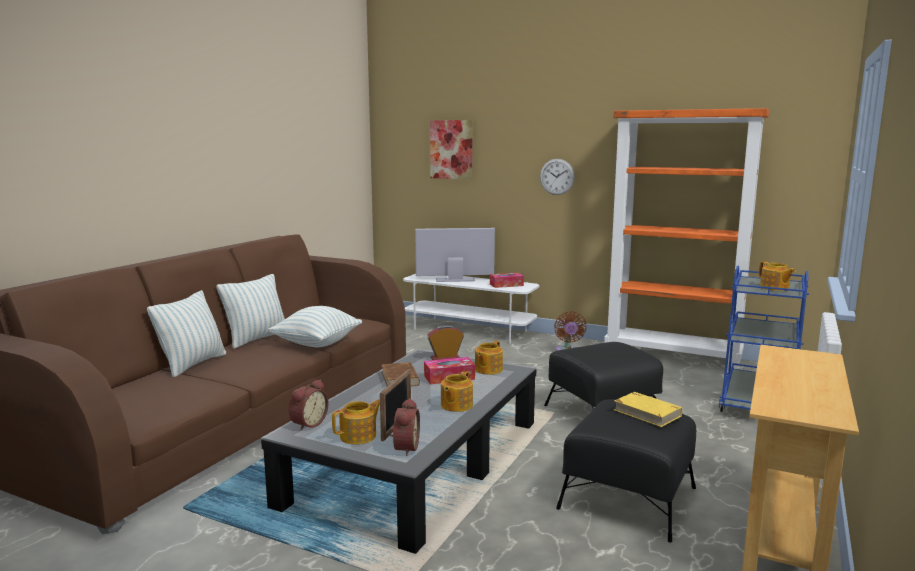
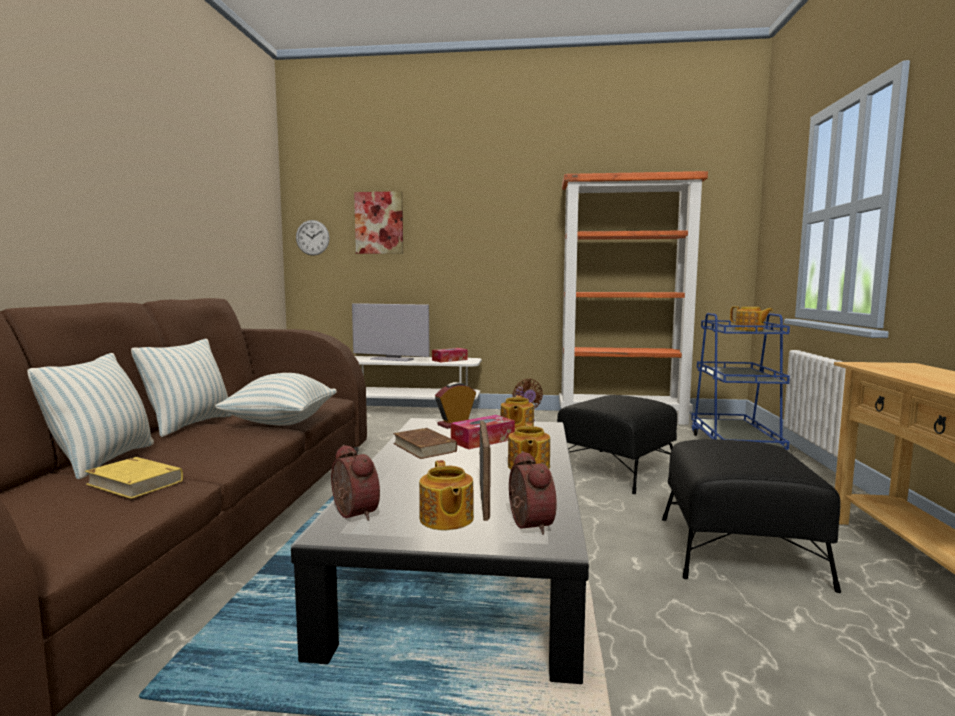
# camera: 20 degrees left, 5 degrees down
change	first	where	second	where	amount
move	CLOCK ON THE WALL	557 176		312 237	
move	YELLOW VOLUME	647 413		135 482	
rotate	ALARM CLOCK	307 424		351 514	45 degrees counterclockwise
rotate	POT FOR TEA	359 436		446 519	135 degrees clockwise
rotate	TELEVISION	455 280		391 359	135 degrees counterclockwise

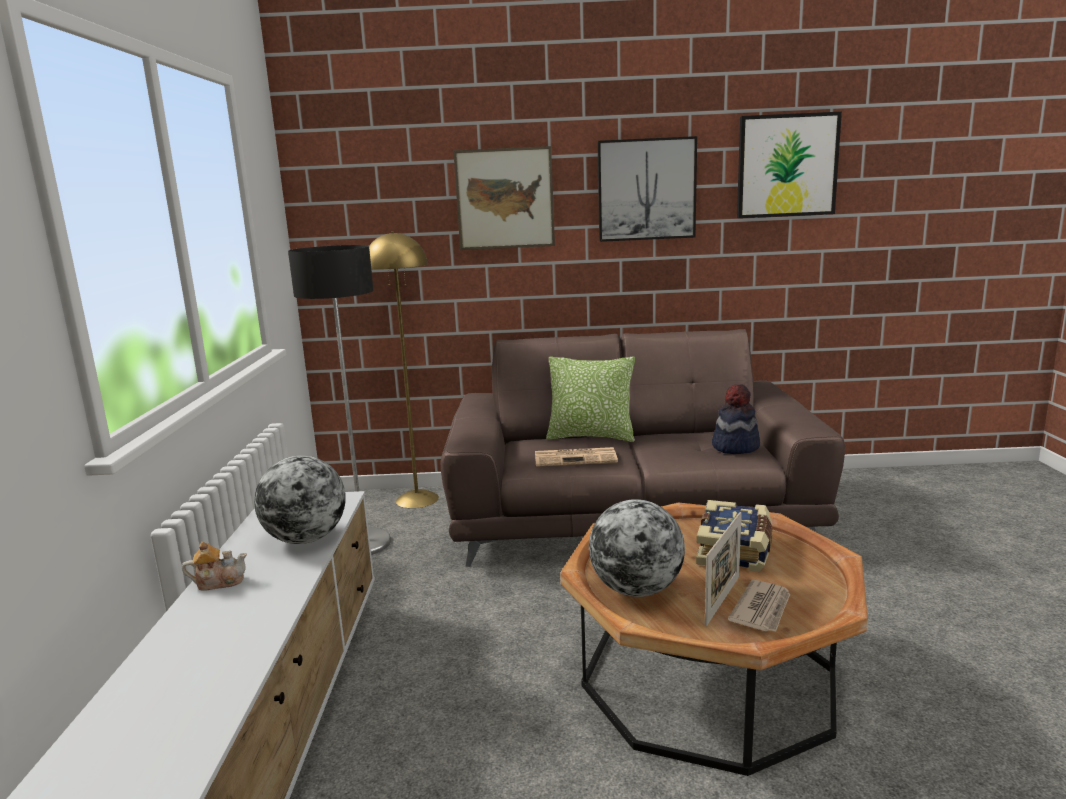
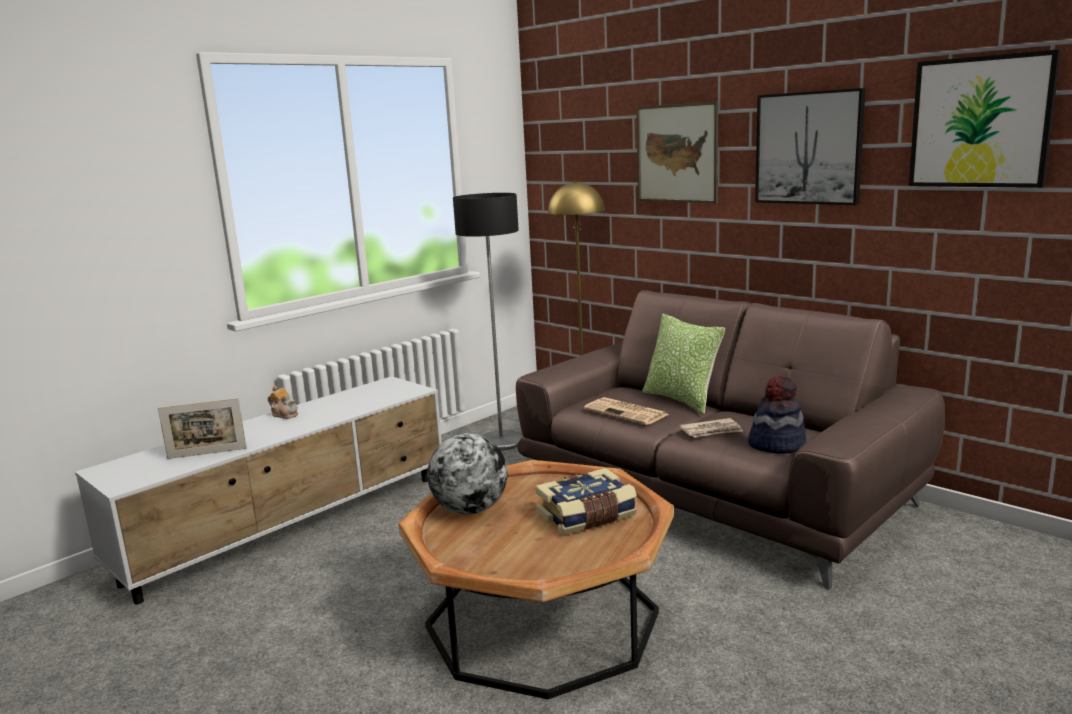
# camera: 45 degrees right, 0 degrees up
change	first	where	second	where	amount
delete	GLOBE	306 539			
move	PHOTO FRAME	722 600		207 453	
move	DAILY PAPER	762 609		711 431	

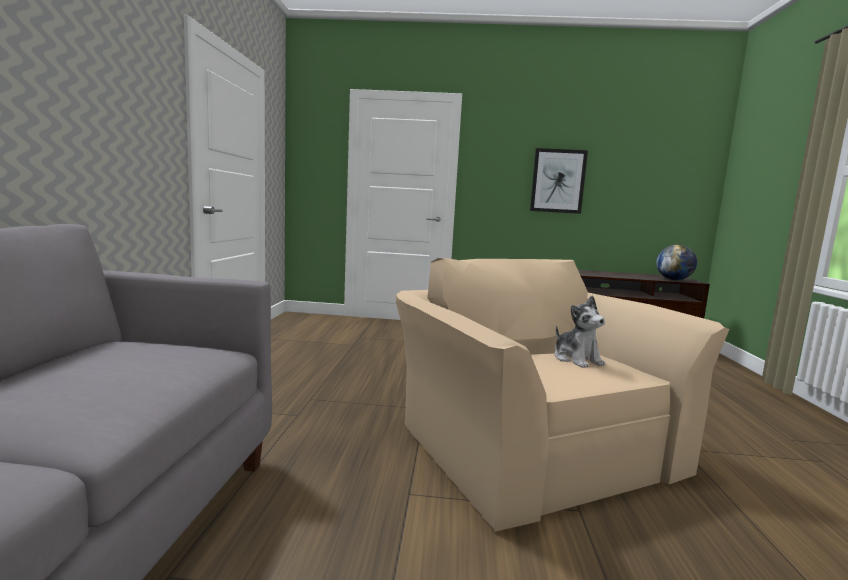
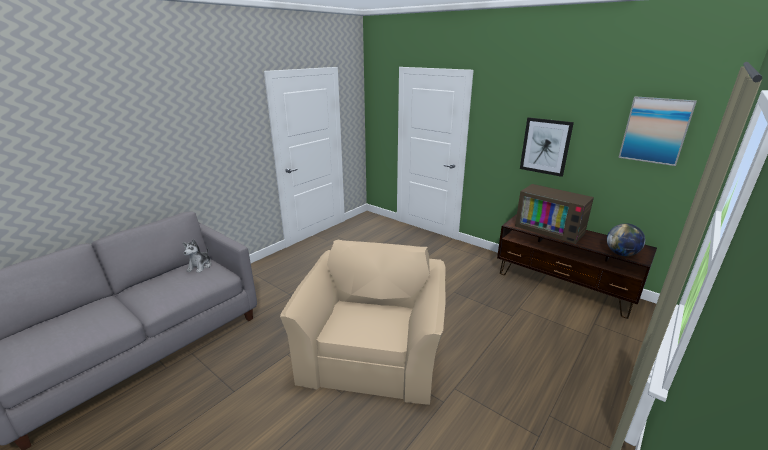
# camera: 35 degrees right, 15 degrees up
change	first	where	second	where	amount
insert			TELEVISION	550 229	
insert			WALL PICTURE	655 130	
move	PLUSH TOY	576 359		200 266	

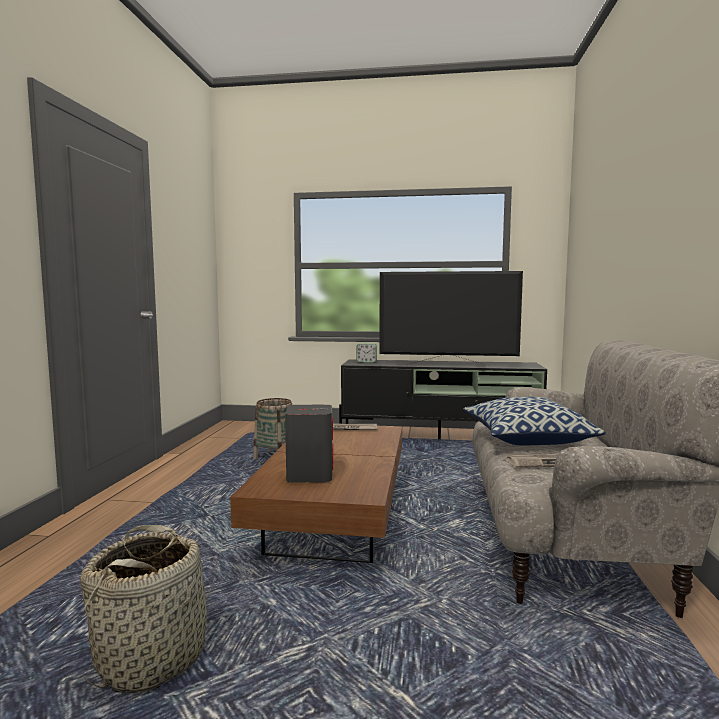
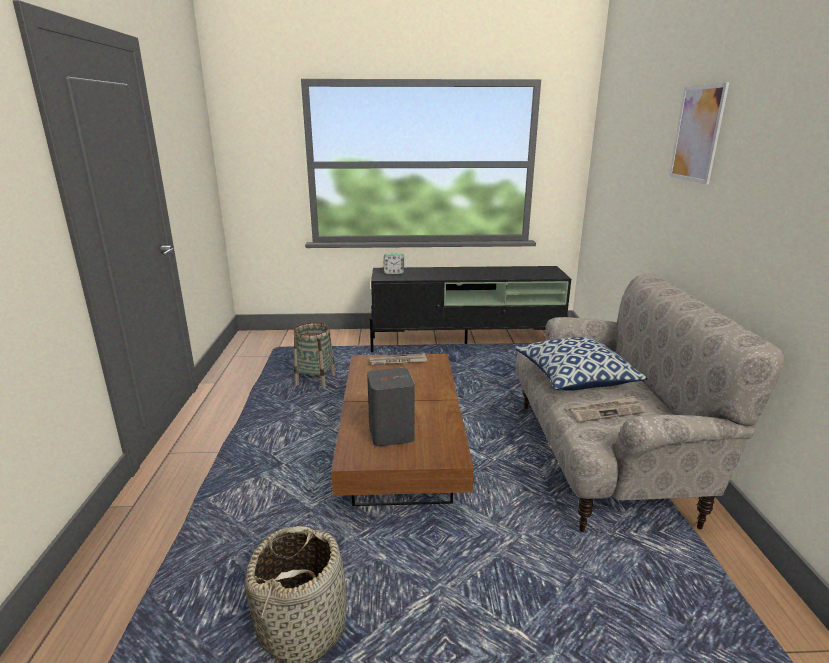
# camera: 10 degrees left, 15 degrees up
change	first	where	second	where	amount
delete	TELEVISION	447 365			
insert			WALL PICTURE	697 134	

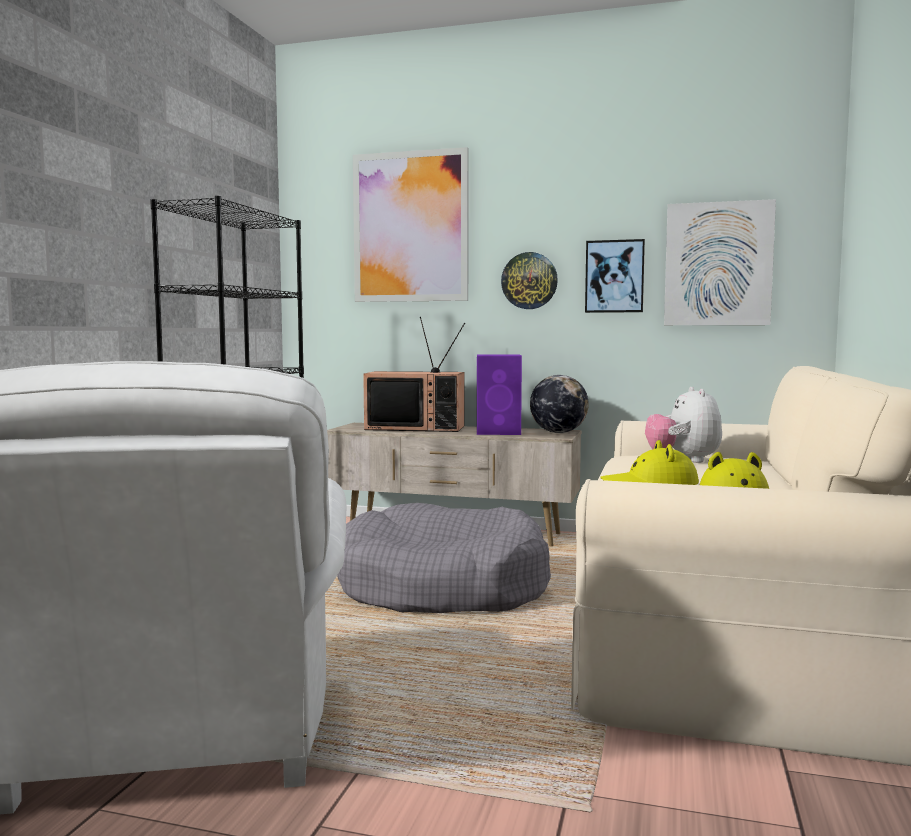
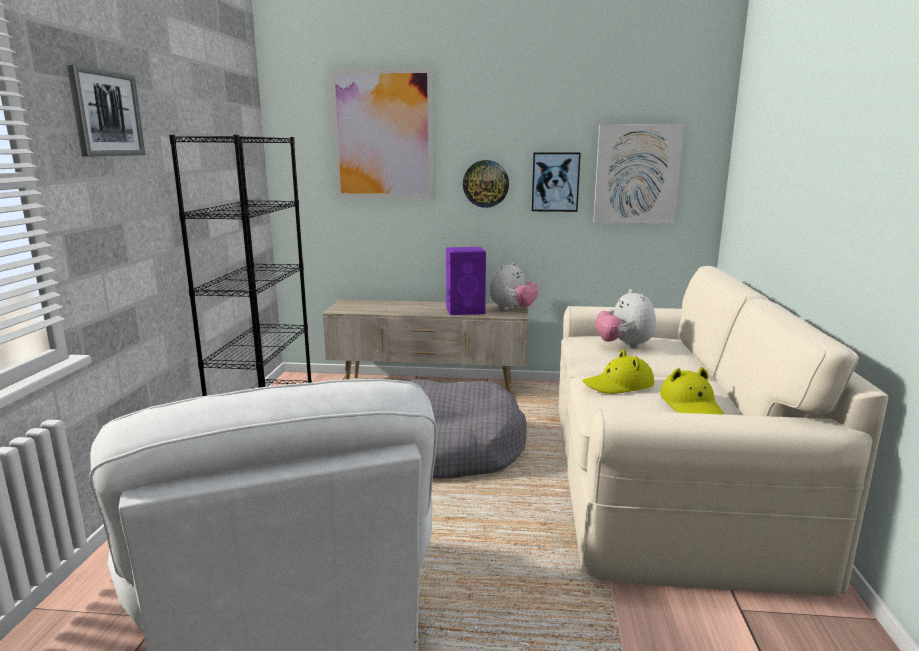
# camera: 10 degrees left, 10 degrees up
change	first	where	second	where	amount
delete	TELEVISION	417 428			
insert			WALL PICTURE	106 113	
replace	GLOBE	558 432	PLUSH TOY	512 309	

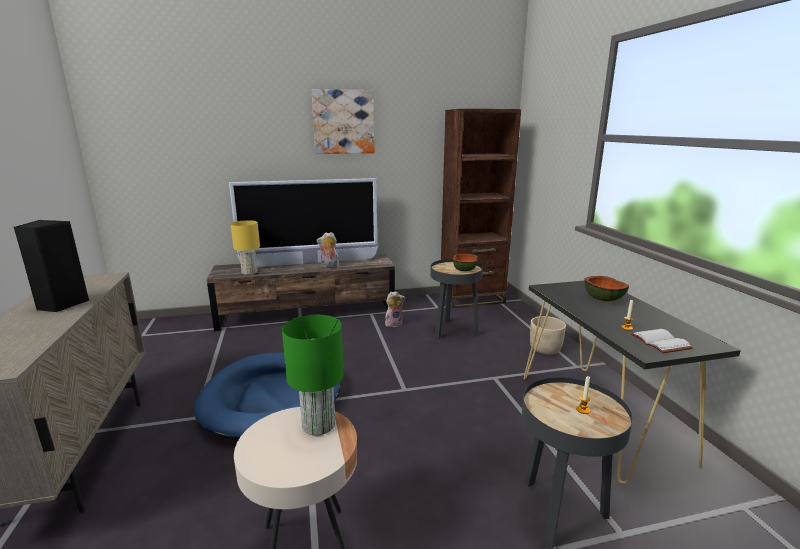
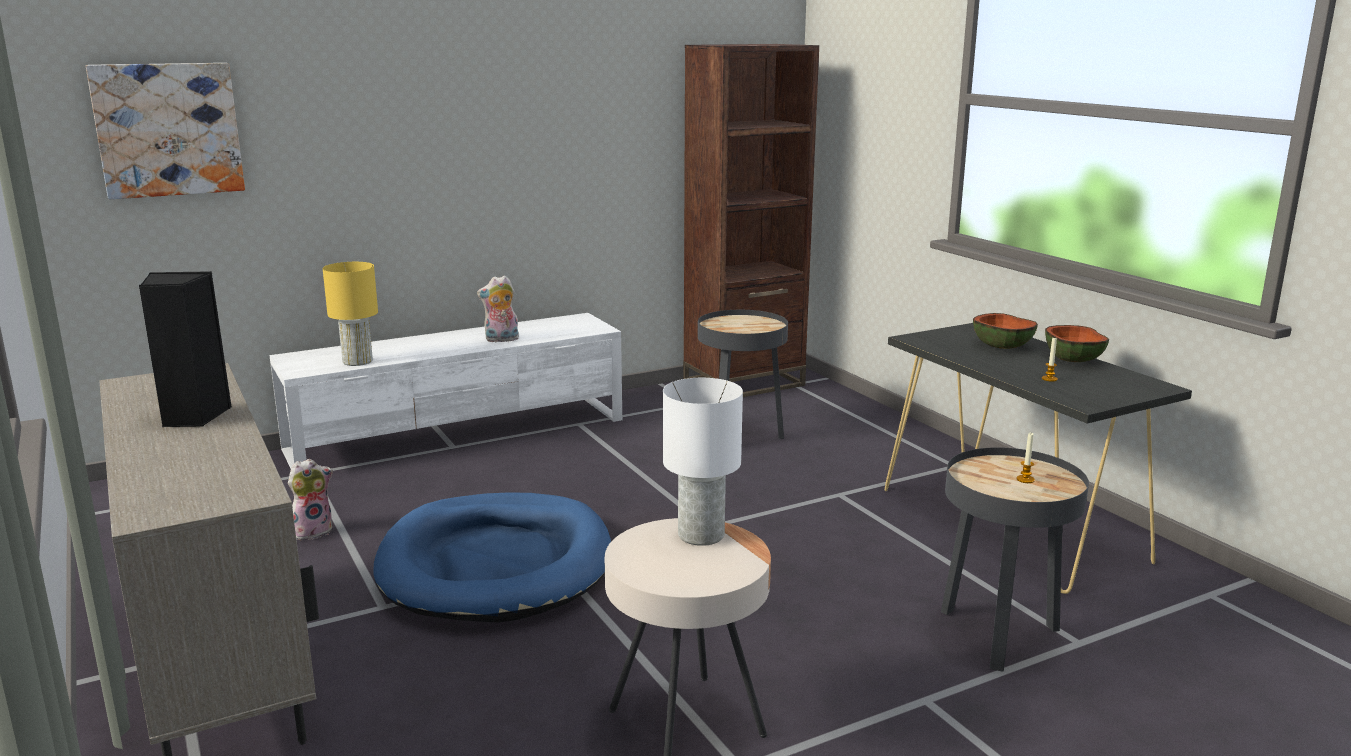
# camera: 15 degrees left, 0 degrees up
change	first	where	second	where	amount
delete	TELEVISION	310 263			
delete	SAND-COLOURED FLOWER POT	545 349			
delete	WHITE VOLUME	658 342			
move	WALL PICTURE	343 122		168 129	
move	PLUSH TOY	394 323		313 531	
move	SERVING BOWL	465 270		1074 359	
recolor	BROWN TV UNIT	308 313	WHITE TV UNIT	460 434	
recolor	GREENISH TABLE LAMP	319 425	WHITE TABLE LAMP	702 535	

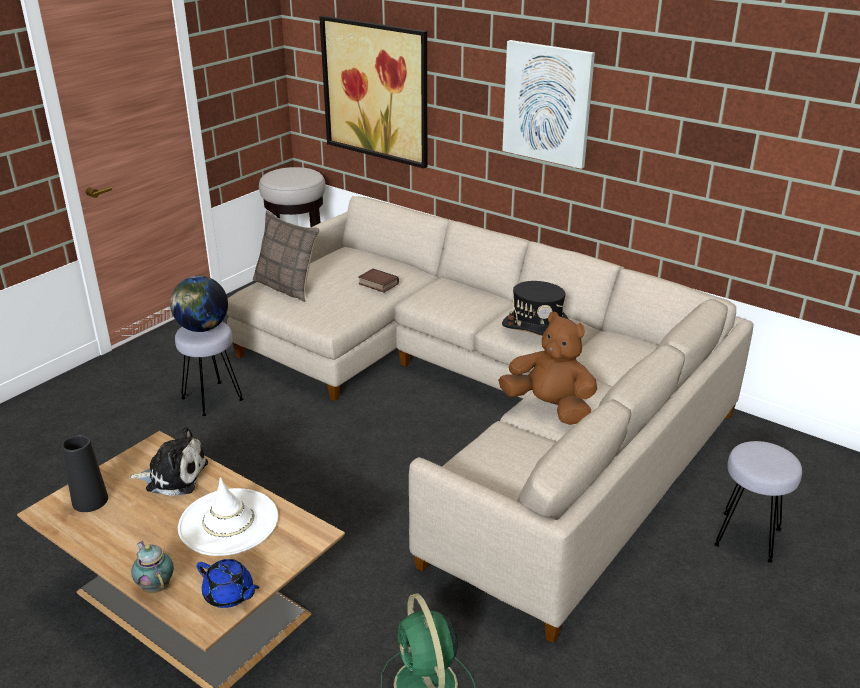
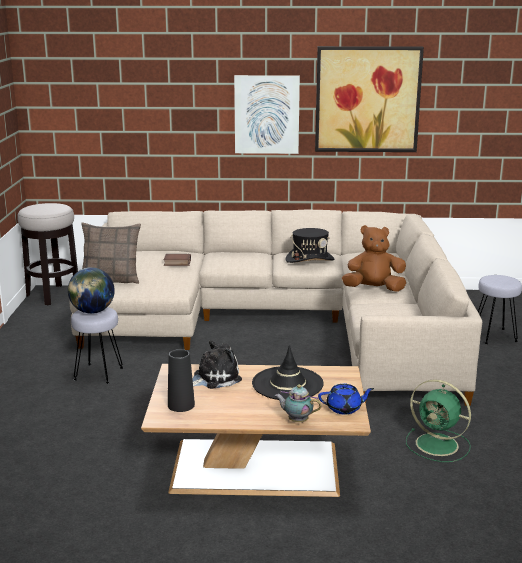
# camera: 35 degrees left, 10 degrees down
change	first	where	second	where	amount
move	WALL PICTURE	376 91		367 99	
recolor	WHITE HAT	228 522	BLACK HAT	287 384	

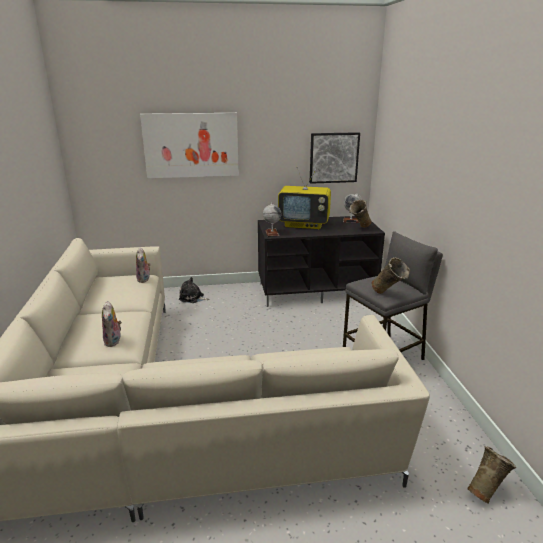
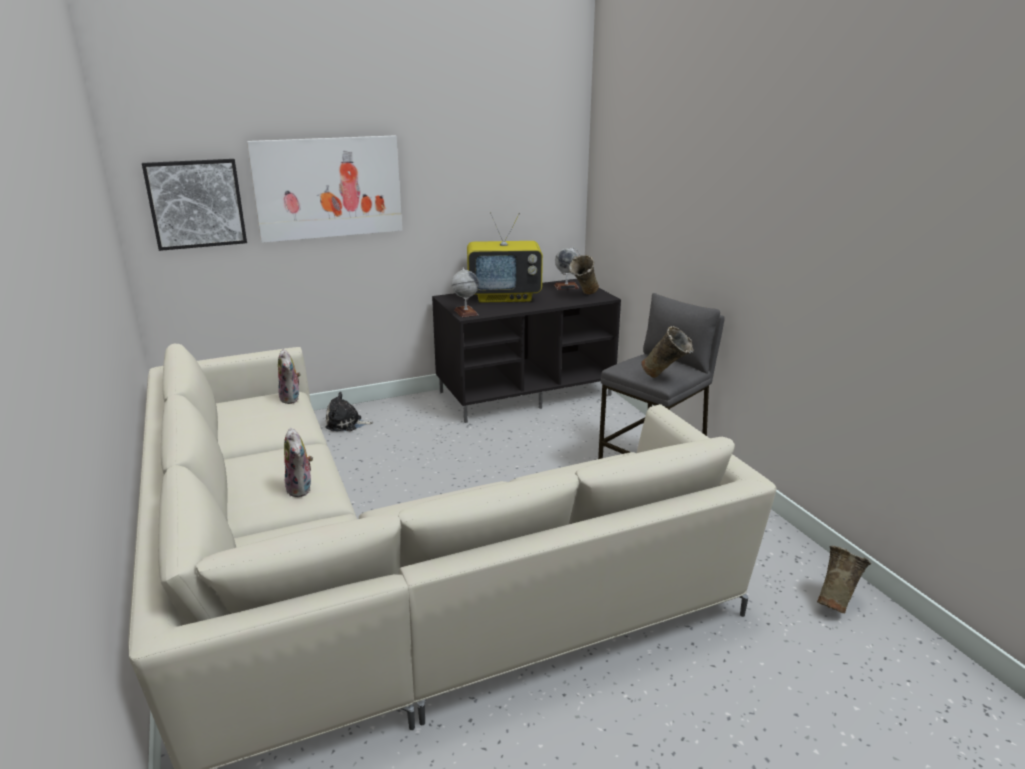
# camera: 15 degrees left, 0 degrees up
change	first	where	second	where	amount
move	WALL PICTURE	333 157		196 204	

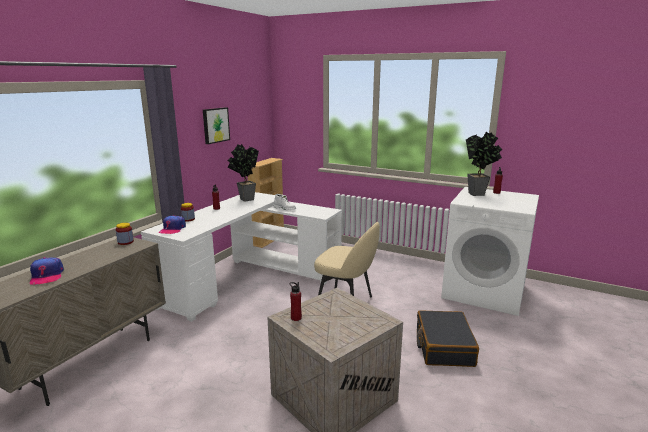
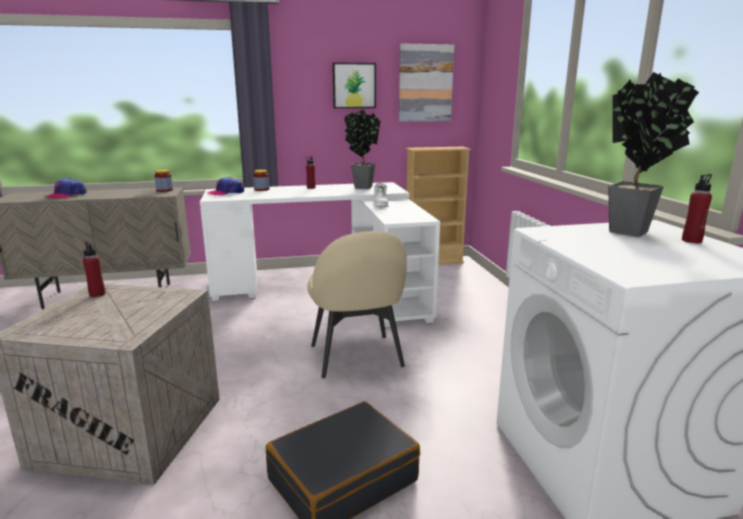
# camera: 50 degrees right, 0 degrees up
change	first	where	second	where	amount
insert			WALL PICTURE	425 83	

